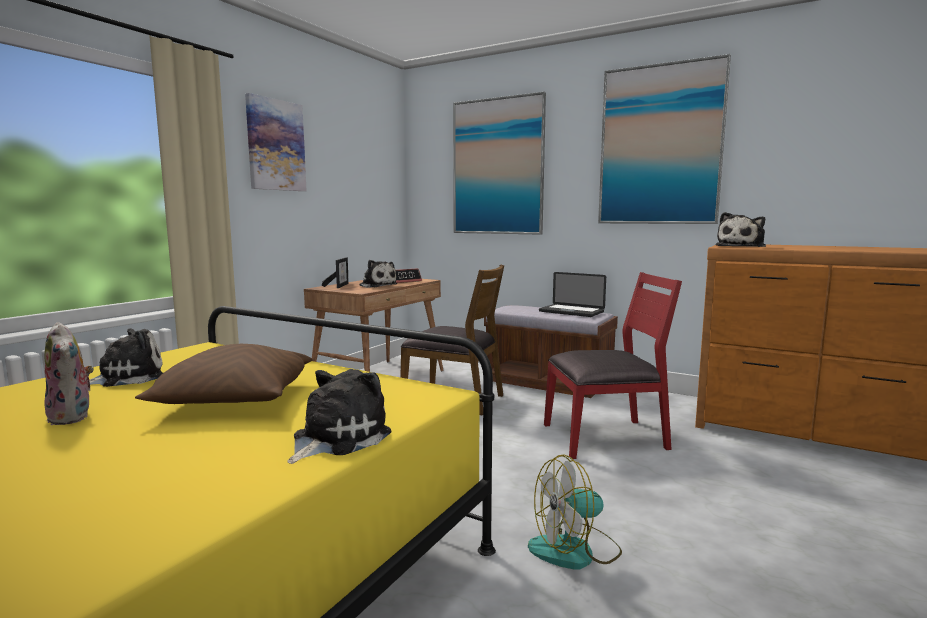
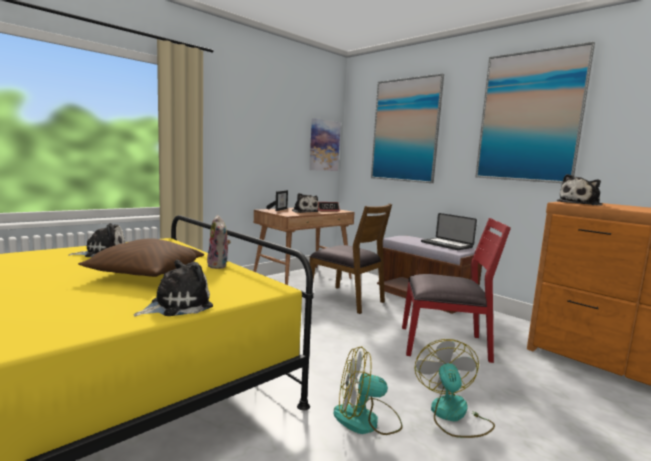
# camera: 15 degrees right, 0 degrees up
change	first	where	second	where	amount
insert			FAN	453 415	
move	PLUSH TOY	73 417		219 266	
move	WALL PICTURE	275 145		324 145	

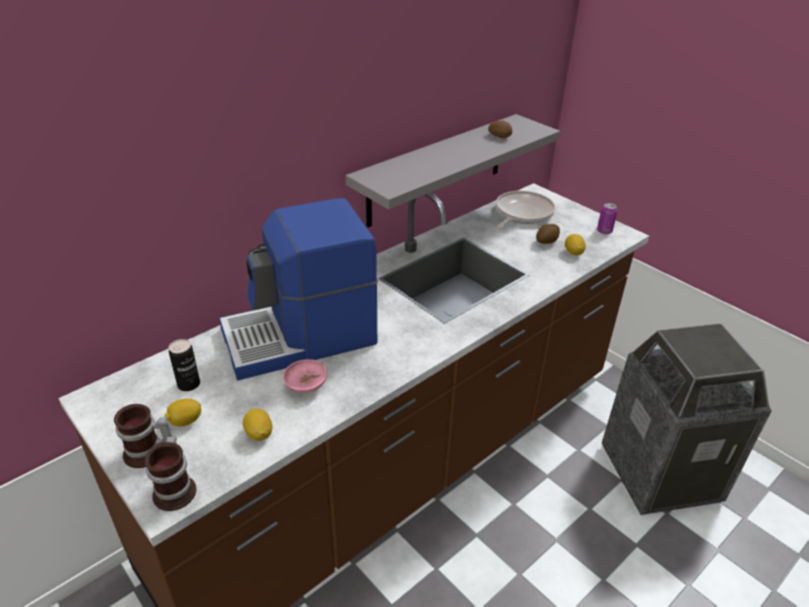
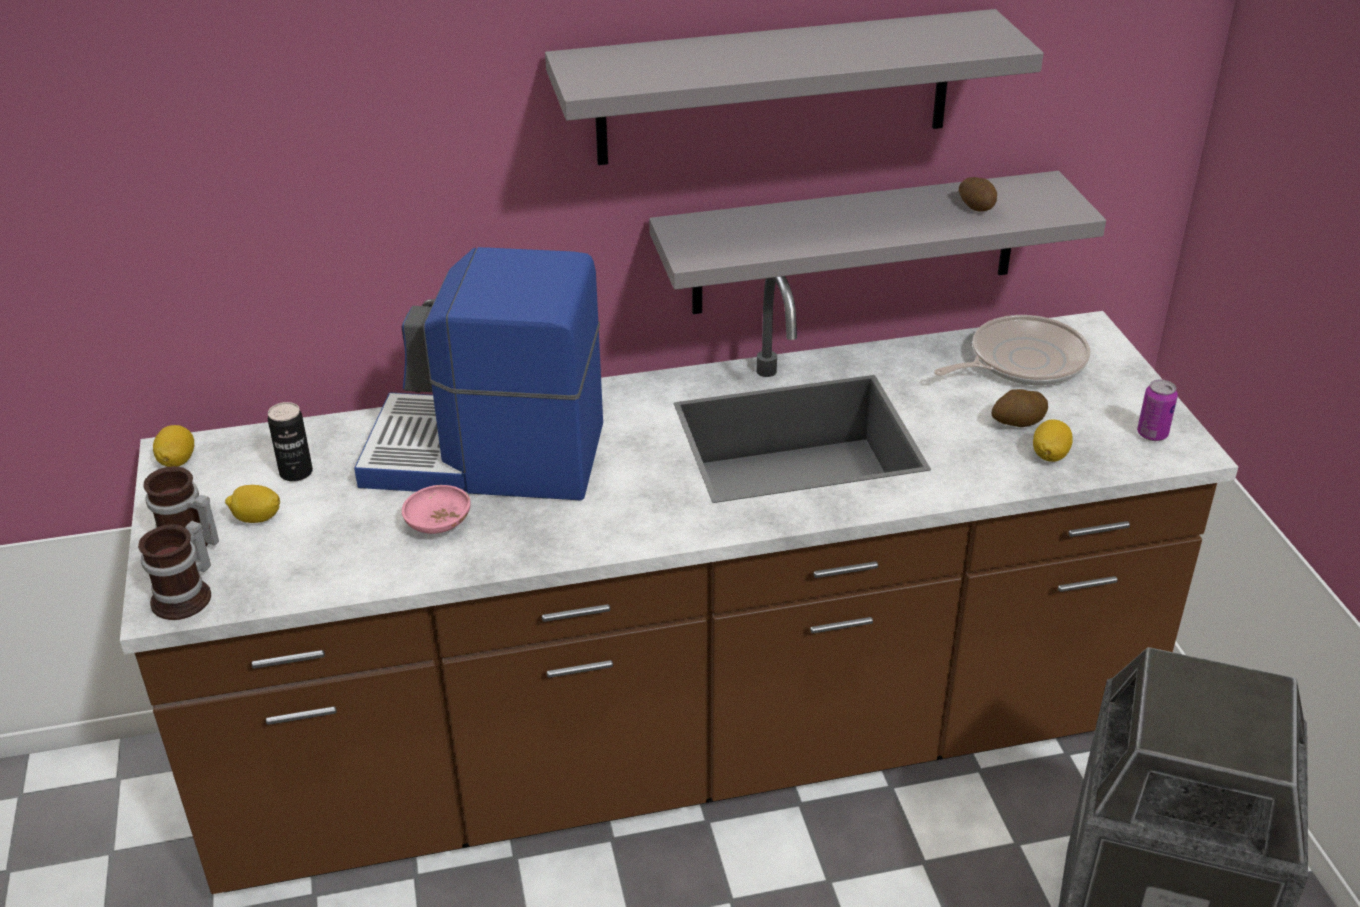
# camera: 30 degrees right, 0 degrees up
change	first	where	second	where	amount
insert			GREYISH SHELF	774 88	
move	CITRUS FRUIT	259 434		177 460	

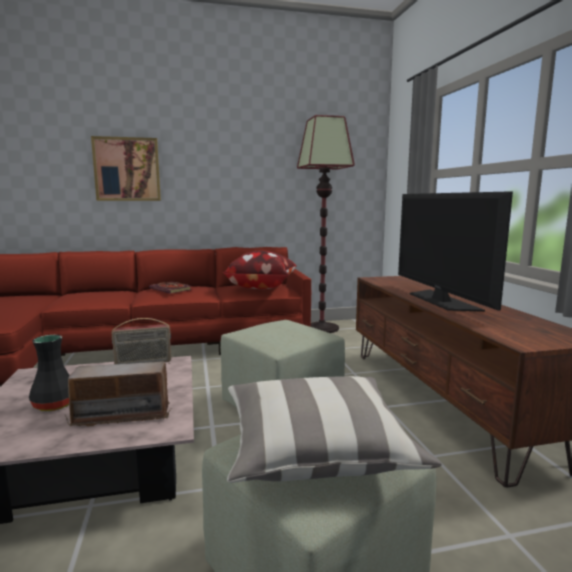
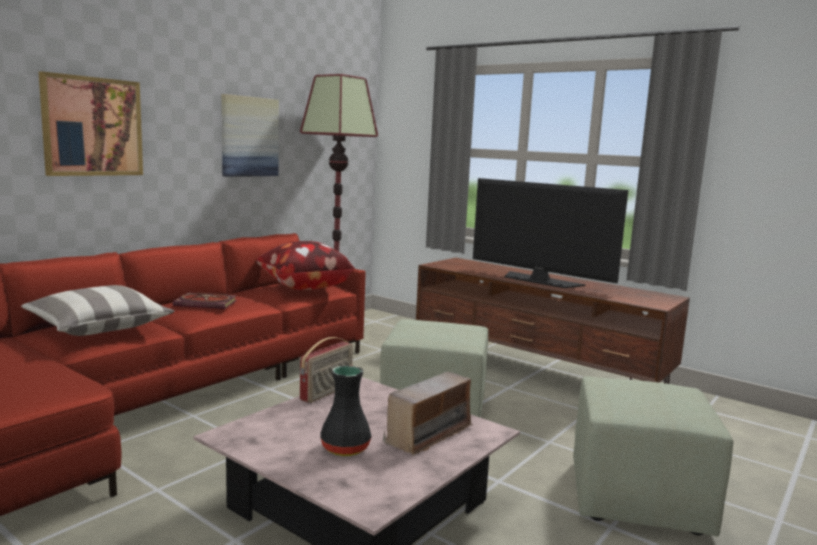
# camera: 40 degrees left, 0 degrees up
change	first	where	second	where	amount
insert			WALL PICTURE	249 137	
move	PILLOW	316 449		99 328	

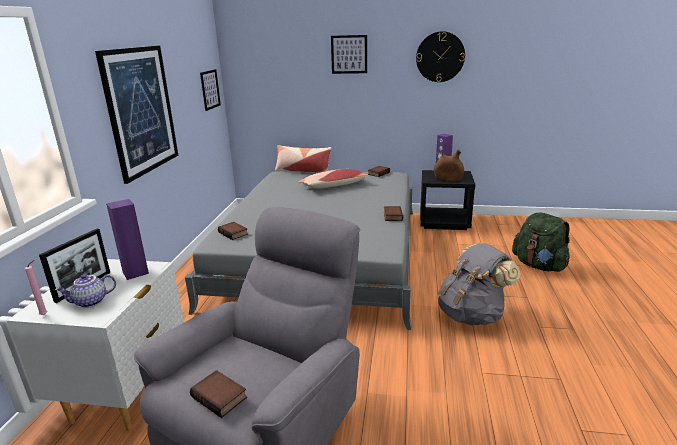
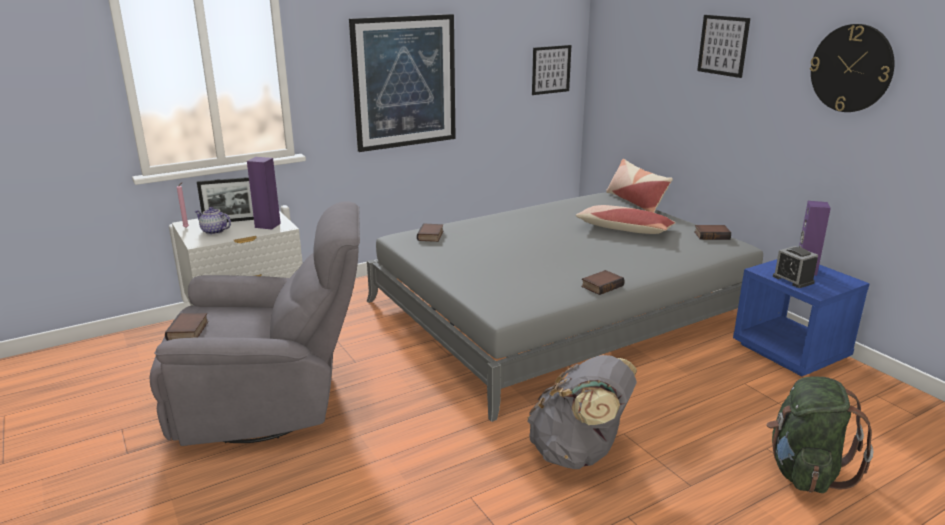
# camera: 50 degrees right, 0 degrees up
change	first	where	second	where	amount
replace	BROWN FLOWER VASE	448 180	ALARM CLOCK	793 279	
recolor	BLACK BEDSIDE TABLE	444 222	BLUISH BEDSIDE TABLE	791 351	

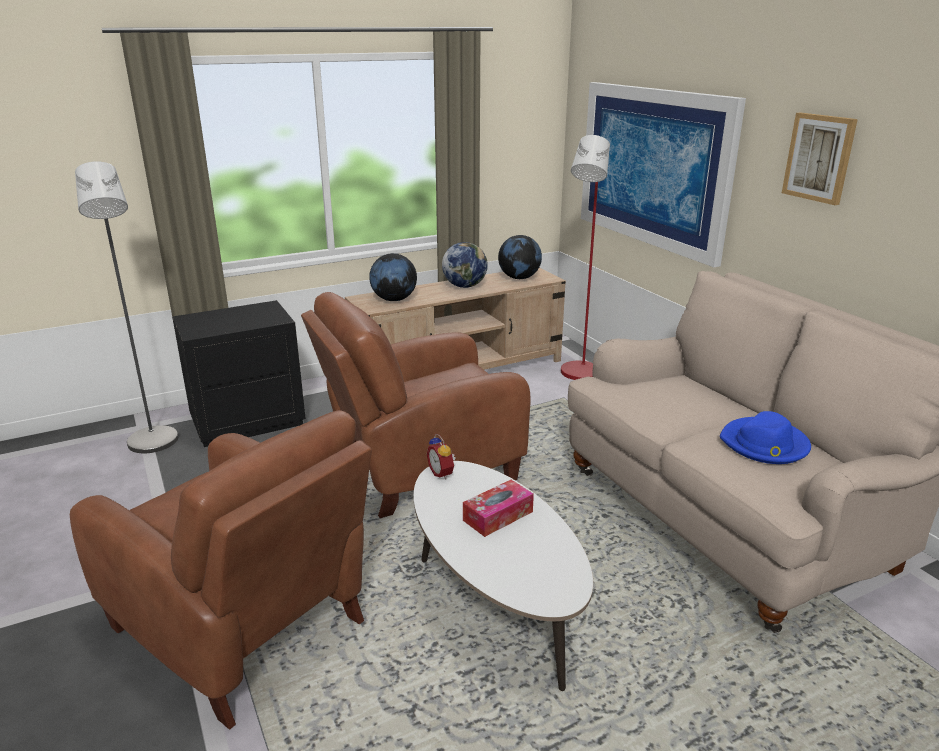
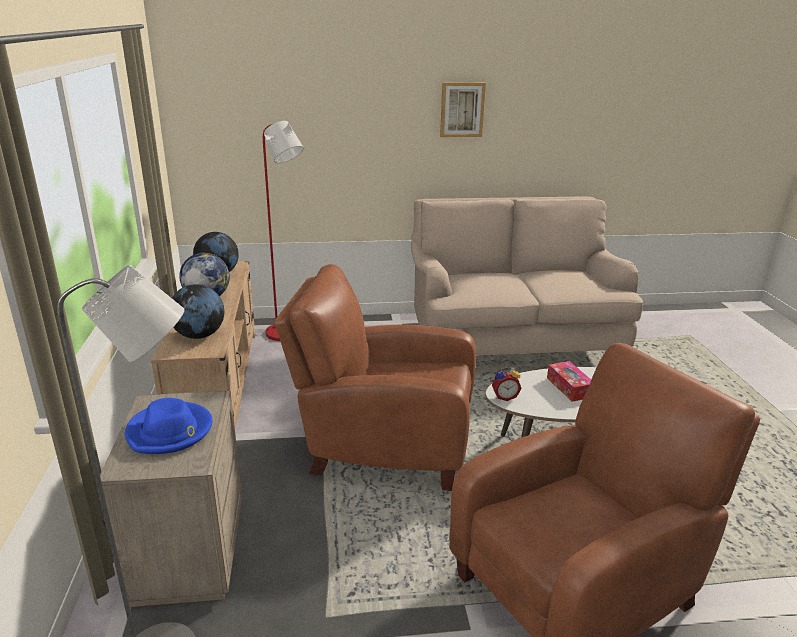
# camera: 70 degrees left, 0 degrees up
change	first	where	second	where	amount
delete	WALL PICTURE	653 167			
move	BLUISH HAT	764 444		170 431	
recolor	BLACK BEDSIDE TABLE	247 421	SAND-COLOURED BEDSIDE TABLE	187 551	
rotate	BROWN LOUNGE CHAIR	420 469		383 445	105 degrees clockwise

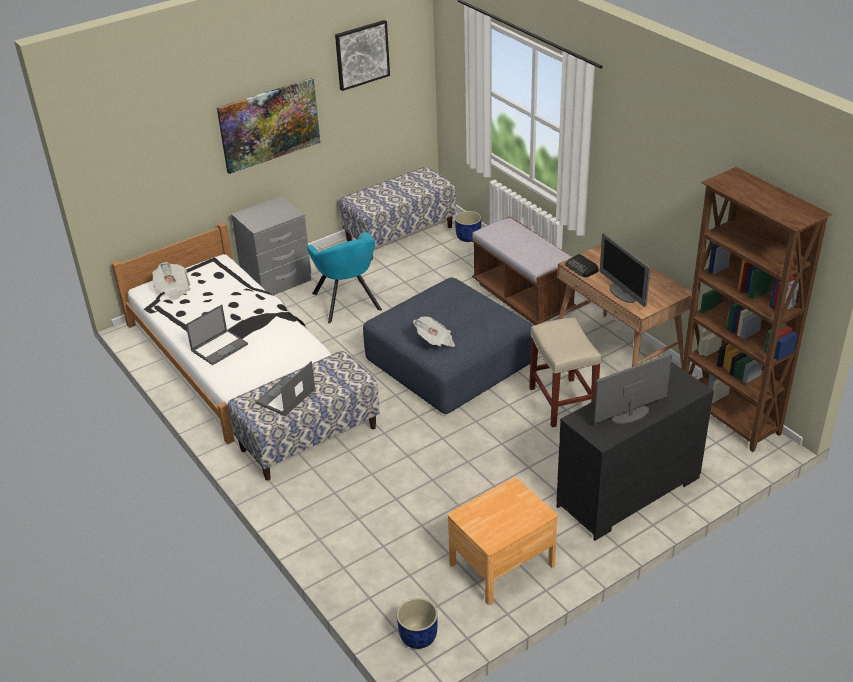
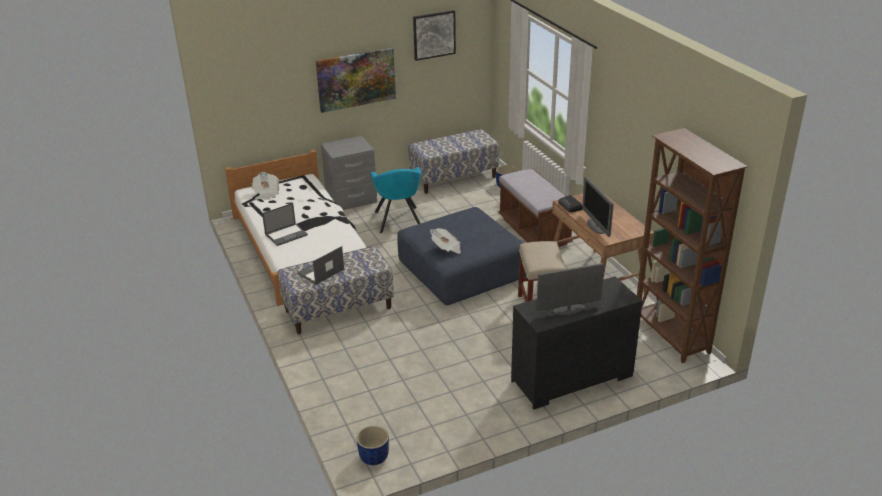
# camera: 10 degrees right, 5 degrees down
change	first	where	second	where	amount
delete	BROWN BEDSIDE TABLE	502 564			

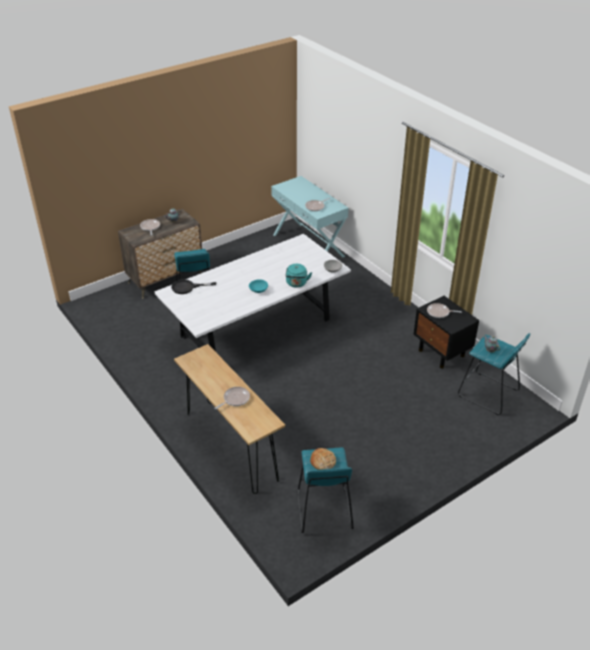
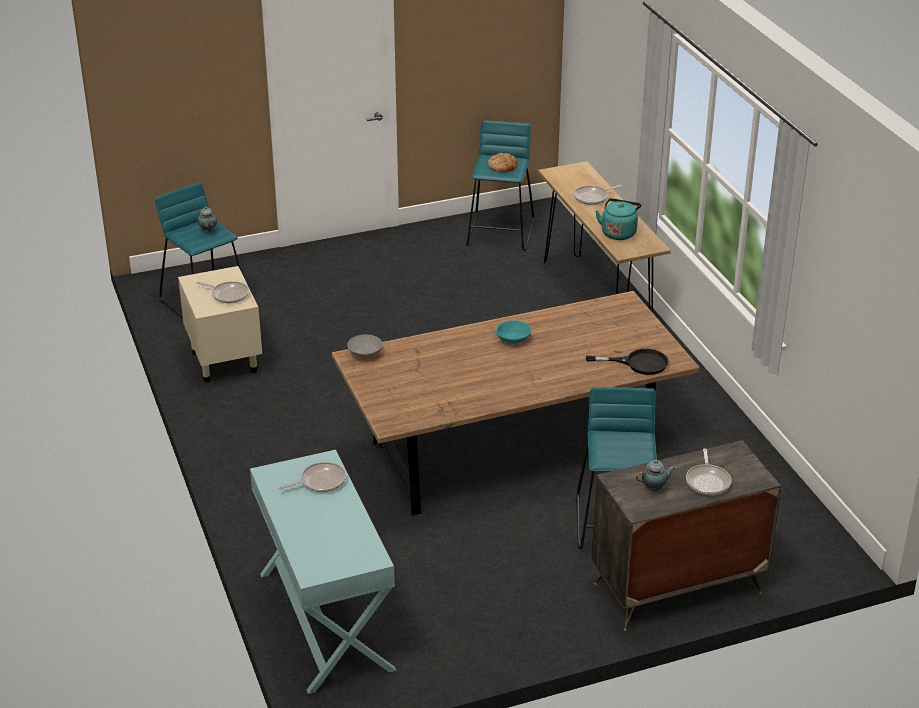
# camera: 165 degrees left, 5 degrees down
change	first	where	second	where	amount
move	BLUE-GREEN TEA KETTLE	296 284		619 232	
recolor	WHITE DINNER TABLE	256 328	BROWN DINNER TABLE	512 450	
recolor	BLACK BEDSIDE TABLE	442 353	SAND-COLOURED BEDSIDE TABLE	224 361	

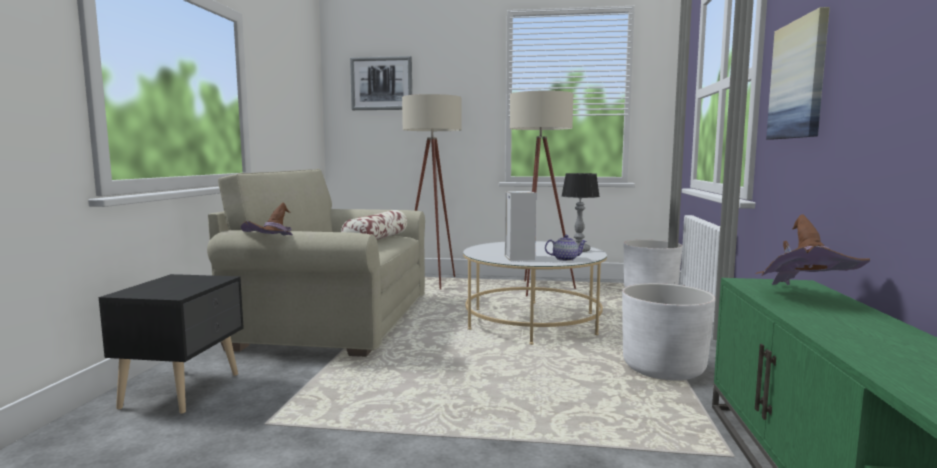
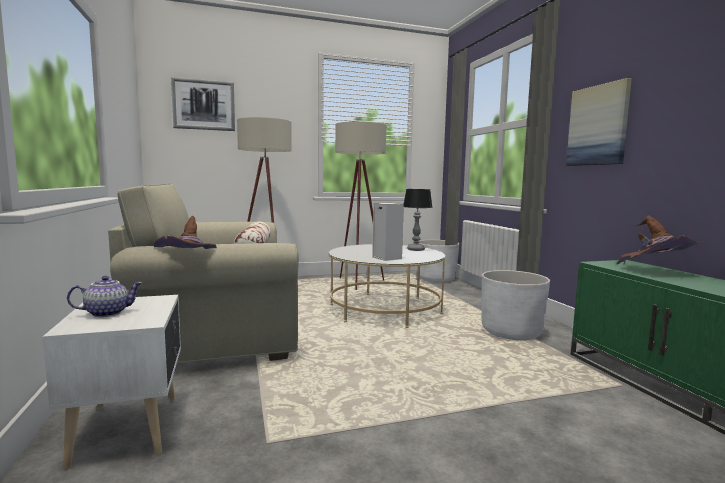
# camera: 25 degrees left, 0 degrees up
change	first	where	second	where	amount
move	POT FOR TEA	565 259		107 313	
recolor	BLACK BEDSIDE TABLE	185 390	WHITE BEDSIDE TABLE	130 428	

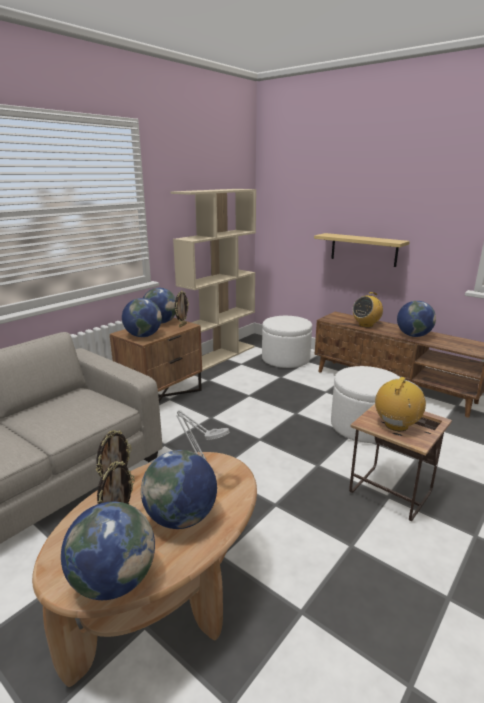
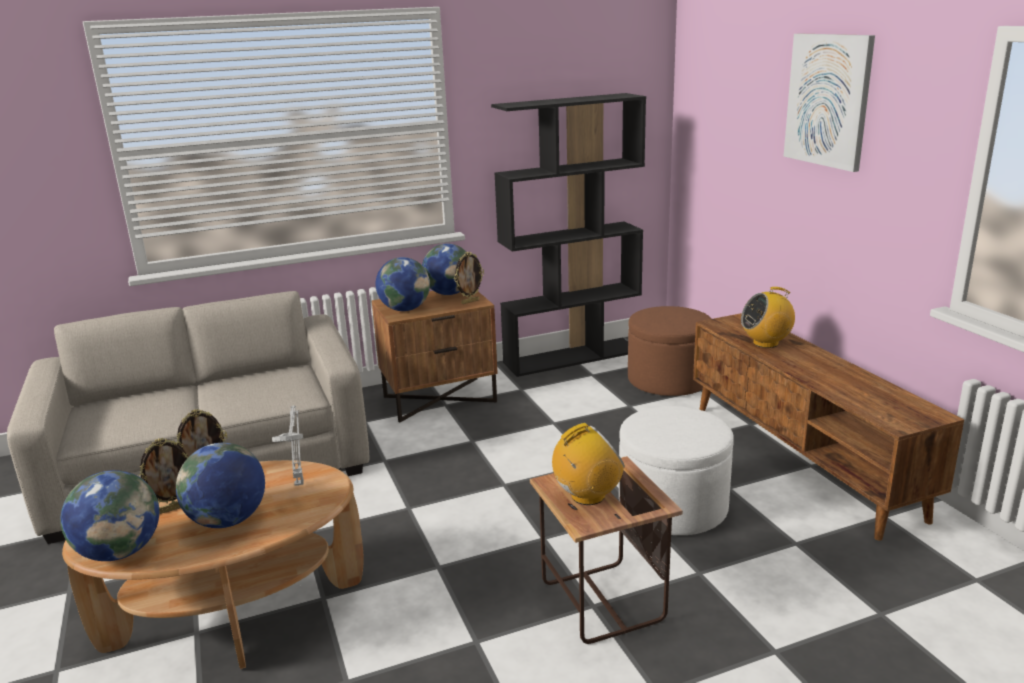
# camera: 30 degrees right, 0 degrees up
change	first	where	second	where	amount
delete	SHELF	363 249			
delete	GLOBE	413 335			
insert			WALL PICTURE	828 100	
recolor	SAND-COLOURED BOOKSHELF	219 356	BLACK BOOKSHELF	572 357	
recolor	WHITE POUFFE	285 359	BROWN POUFFE	668 380	

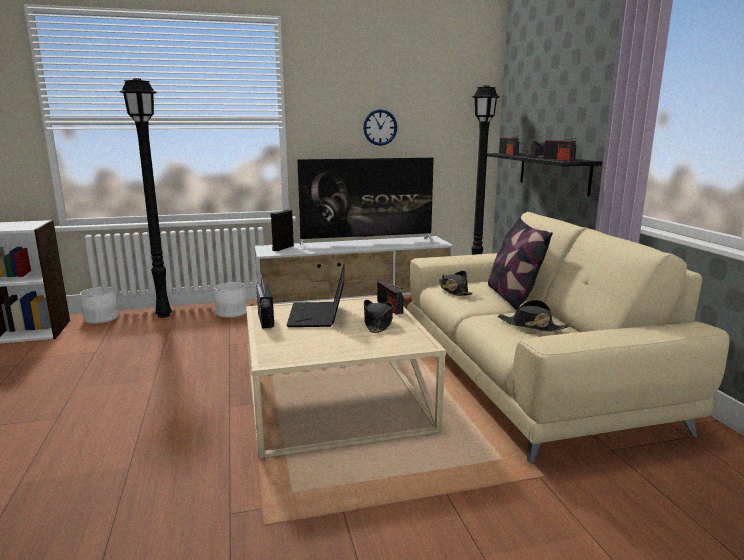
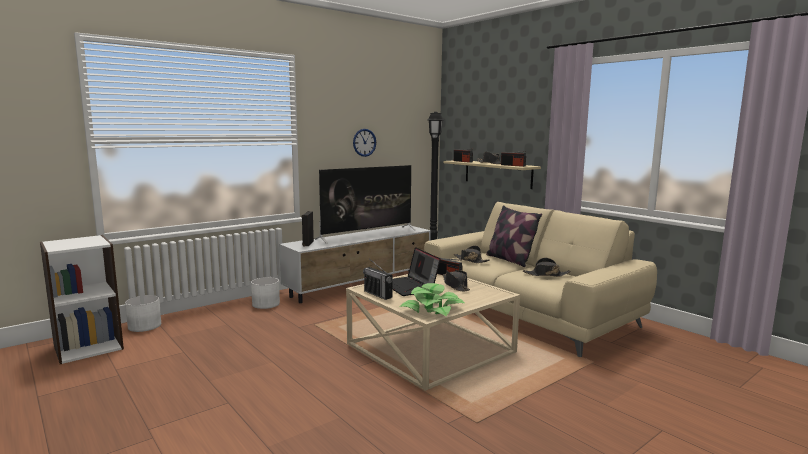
# camera: 25 degrees left, 5 degrees down
change	first	where	second	where	amount
delete	BLACK FLOOR LAMP	162 315			
insert			POTTED PLANT	432 309	
recolor	BLACK SHELF	553 172	SAND-COLOURED SHELF	497 174	

